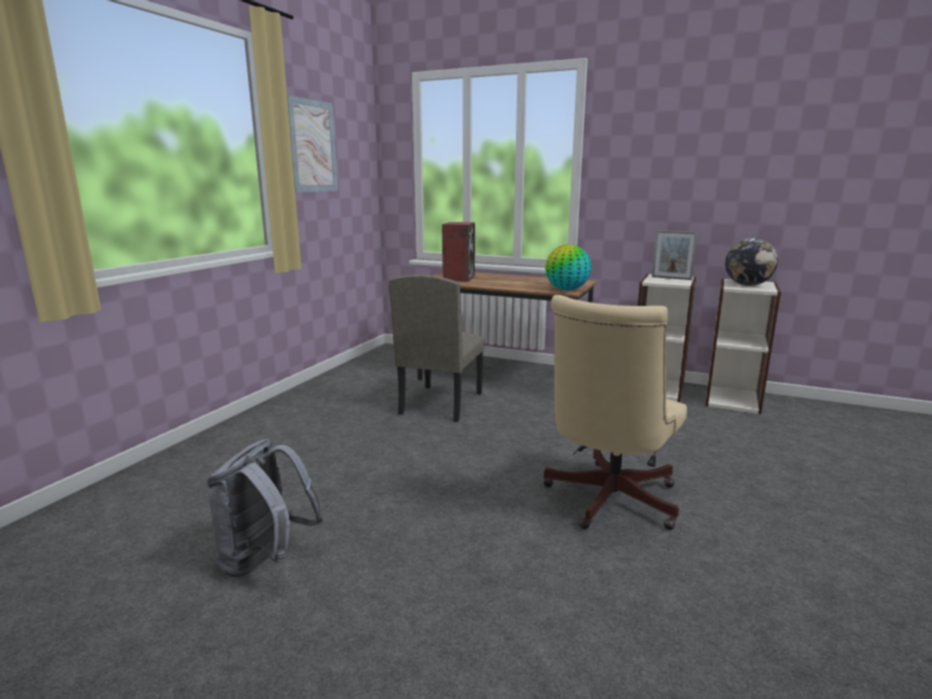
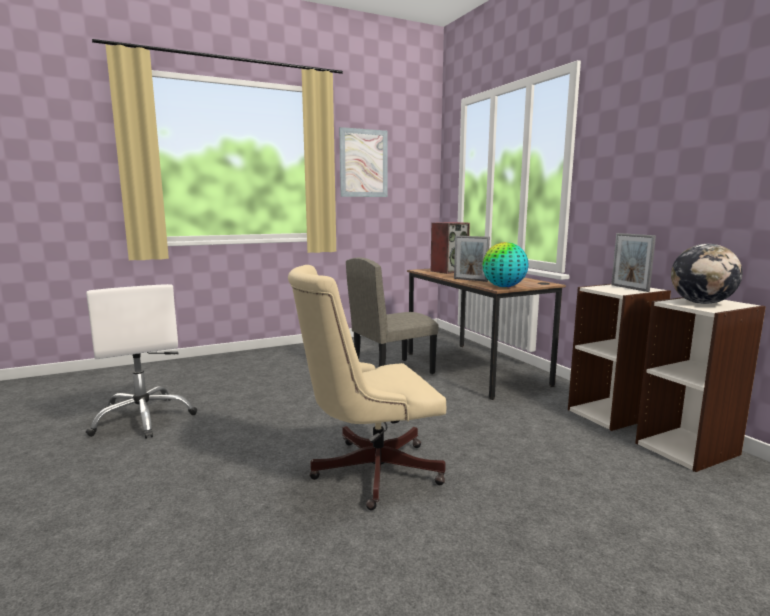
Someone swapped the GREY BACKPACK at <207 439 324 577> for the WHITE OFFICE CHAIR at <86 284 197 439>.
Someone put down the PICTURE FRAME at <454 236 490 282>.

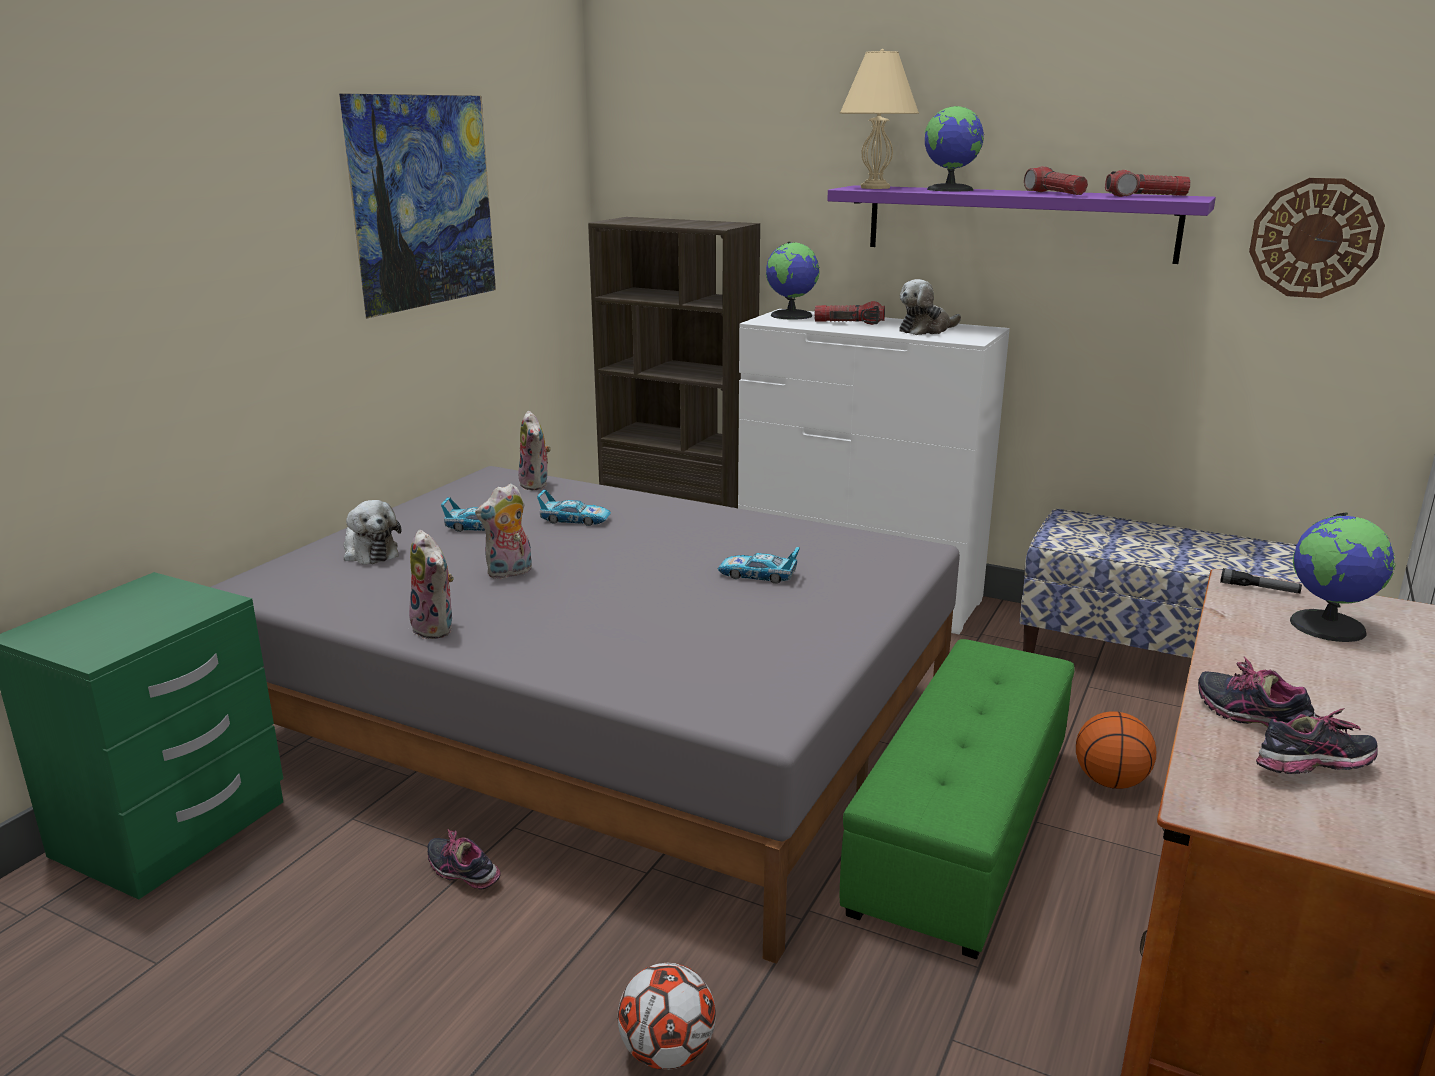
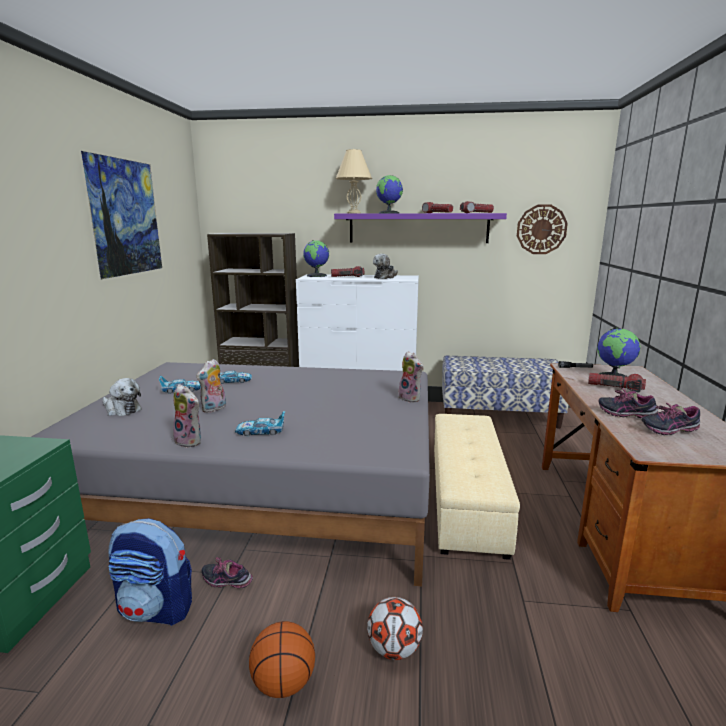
Someone put down the BACKPACK at <108 518 192 626>.
Someone carried the TOY CAR from <717 547 800 584> to <235 411 285 436>.
Someone carried the BASKETBALL from <1076 711 1156 789> to <249 621 315 698>.
Someone carried the PLUSH TOY from <518 411 551 490> to <398 351 424 403>.
Someone repainted the GREEN OTTOMAN at <840 639 1075 960>, which became the BEIGE OTTOMAN at <434 414 520 560>.
Someone put down the FLASHLIGHT at <588 373 646 393>.
Someone rotated the SHOE at <1256 708 1378 774> by 150 degrees counterclockwise.

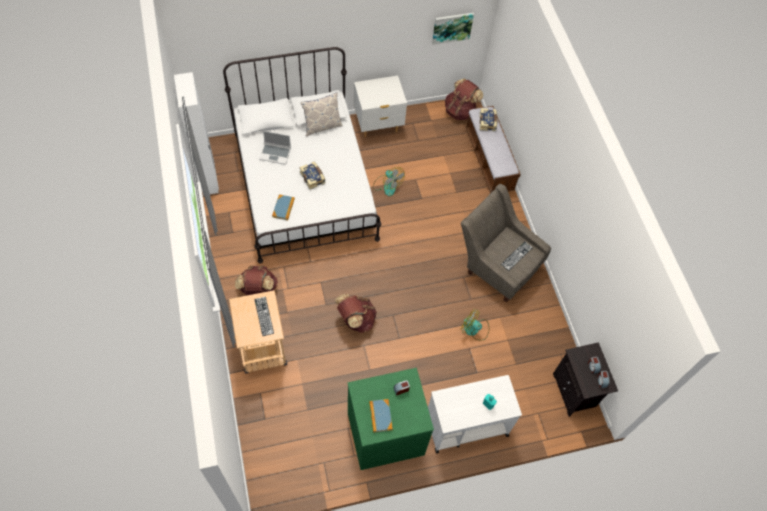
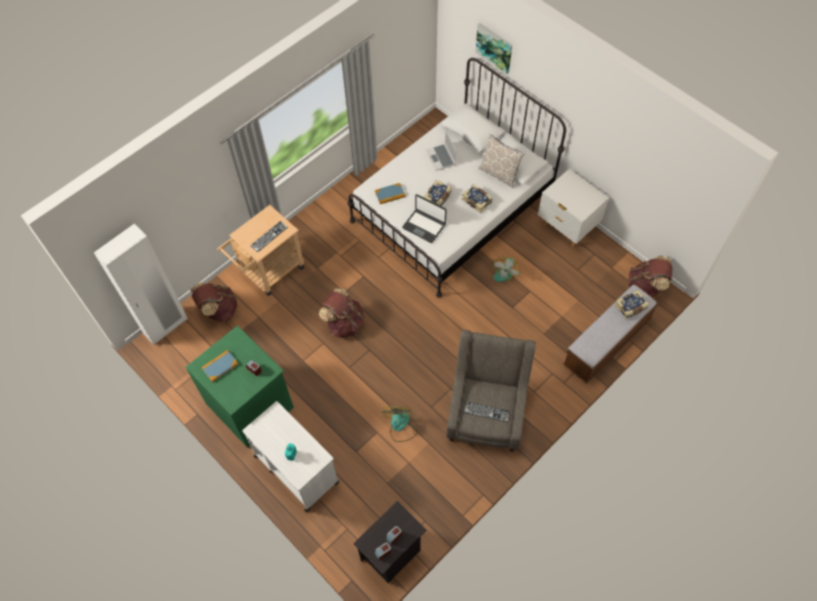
Someone carried the WHITE WARDROBE from <174 72 219 196> to <94 224 188 345>.
Someone carried the BROWN BACKPACK from <235 266 278 295> to <190 282 237 322>.
Someone put down the LAPTOP at <402 194 447 243>.
Someone put down the BOOK at <462 184 493 213>.
Someone carried the PICTURE from <432 13 474 45> to <476 23 512 74>.

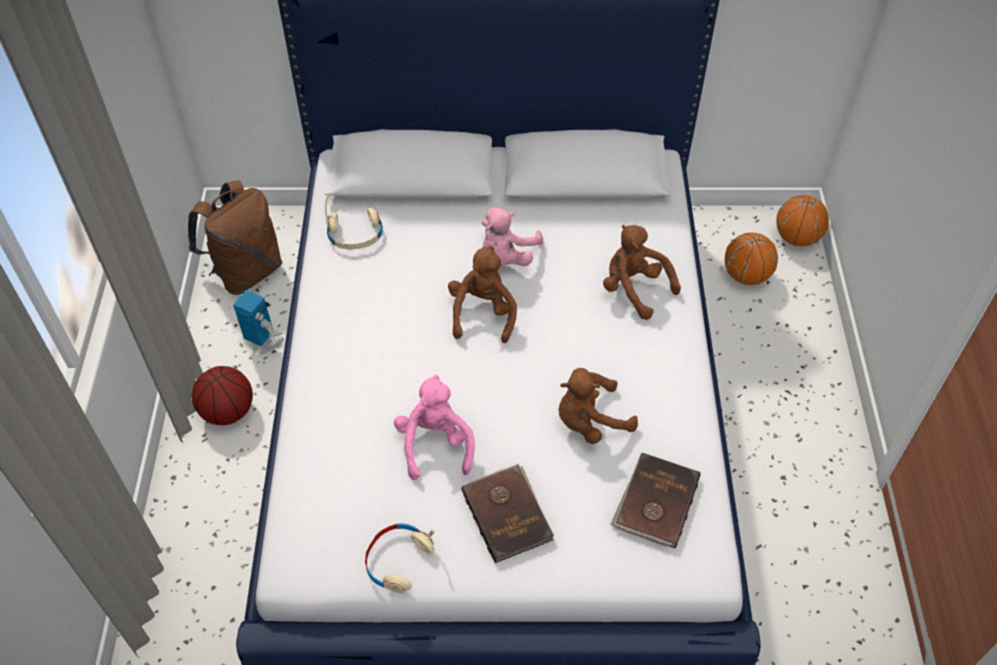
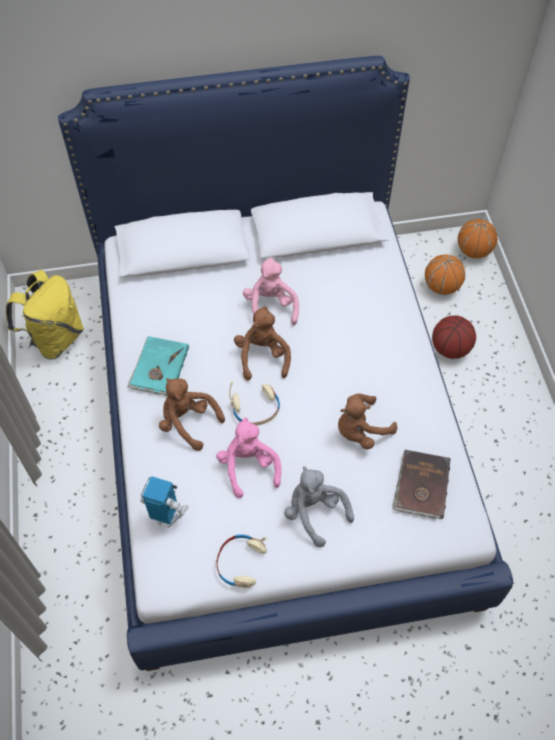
Someone repainted the BROWN BACKPACK at <188 180 282 295>, which became the YELLOW BACKPACK at <6 270 84 360>.
Someone put down the TURQUOISE BOOK at <127 336 189 396>.
Someone carried the TOY ROBOT from <233 290 284 354> to <140 476 189 528>.
Someone carried the BROWN PLUSH TOY from <603 225 681 320> to <159 378 225 451>.
Someone carried the BEIGE HEADPHONES from <325 193 383 249> to <229 381 280 426>.
Someone rotated the PINK PLUSH TOY at <482 207 544 266> by 150 degrees clockwise.
Someone swapped the BROWN BOOK at <461 463 554 563> for the GREY PLUSH TOY at <284 466 354 547>.
Someone carried the BASKETBALL from <192 366 253 425> to <432 315 476 359>.

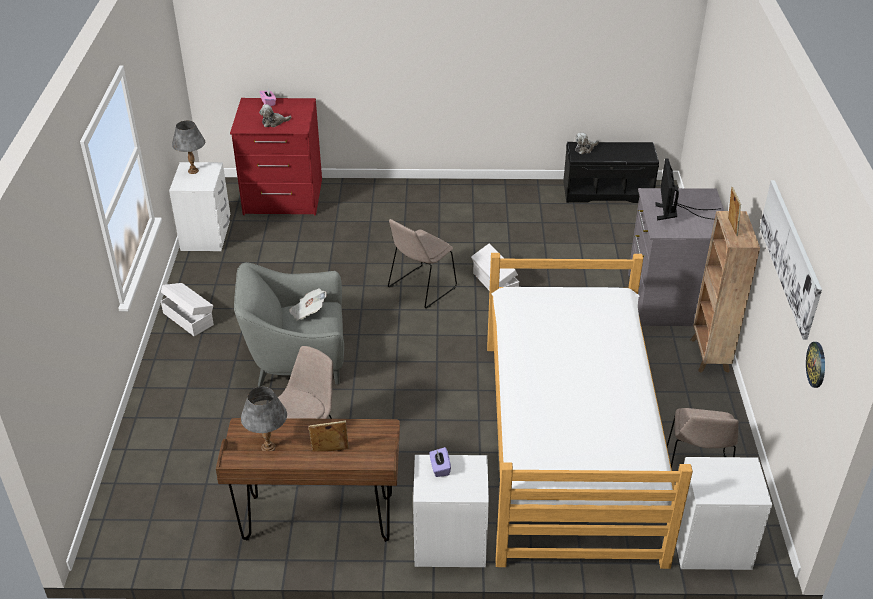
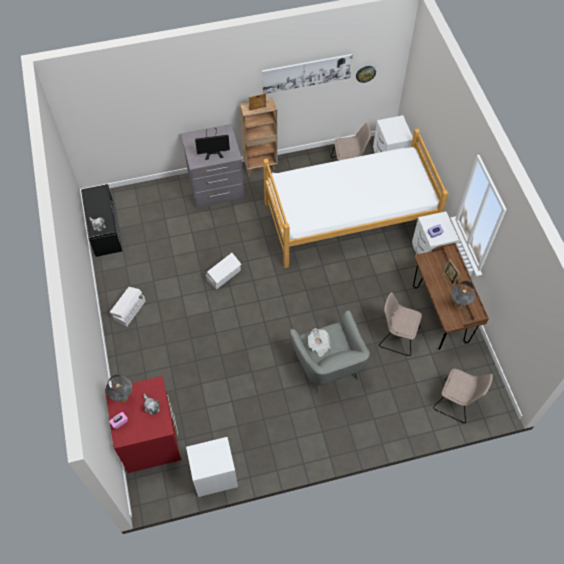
Someone carried the GREY TABLE LAMP from <172 121 205 174> to <106 375 133 403>.
Someone carried the WHITE STORAGE BOX from <161 283 214 336> to <110 287 145 327>.
Someone carried the BEIGE CHAIR from <388 219 457 308> to <433 369 493 423>.

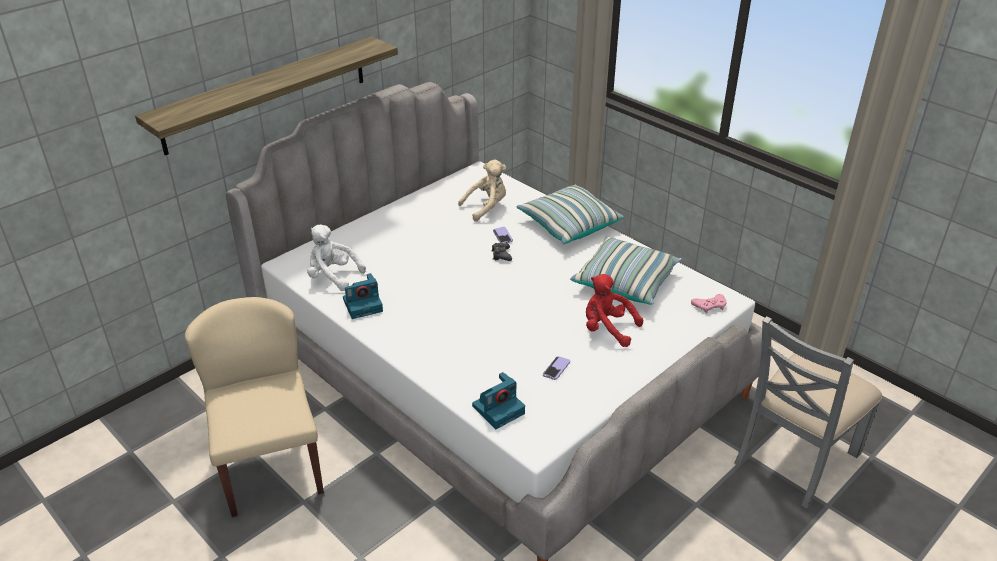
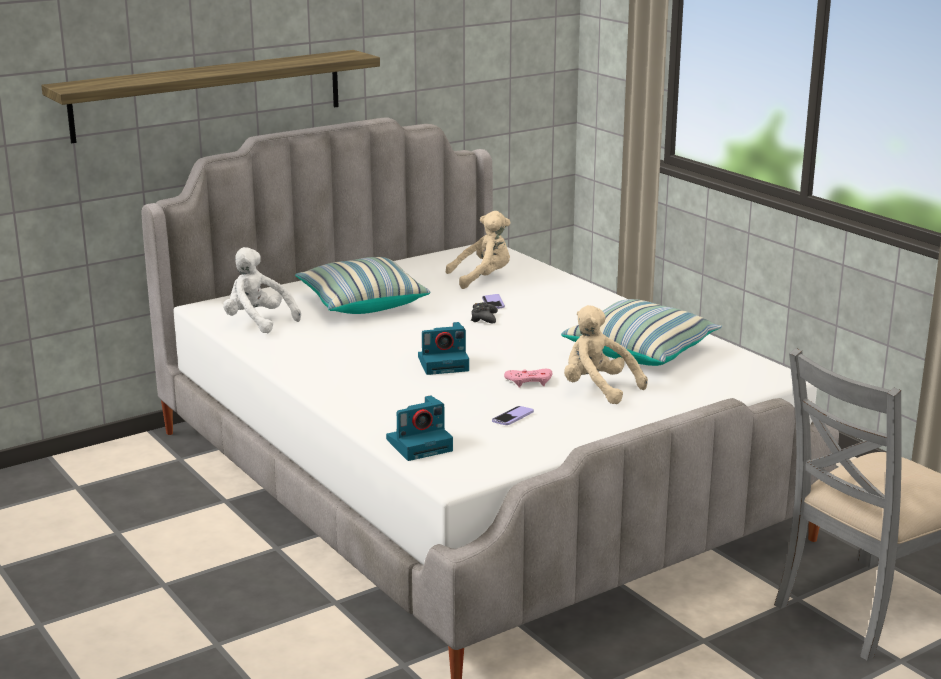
Someone carried the PILLOW from <516 184 624 244> to <295 257 431 314>.
Someone carried the PHOTO CAMERA from <343 273 383 319> to <418 322 469 375>.
Someone carried the PINK GAME CONTROLLER from <691 294 726 313> to <504 369 552 388>.
Someone repainted the RED PLUSH TOY at <586 274 643 347>, which became the BEIGE PLUSH TOY at <564 305 648 404>.
Someone took away the BEIGE CHAIR at <185 297 324 517>.

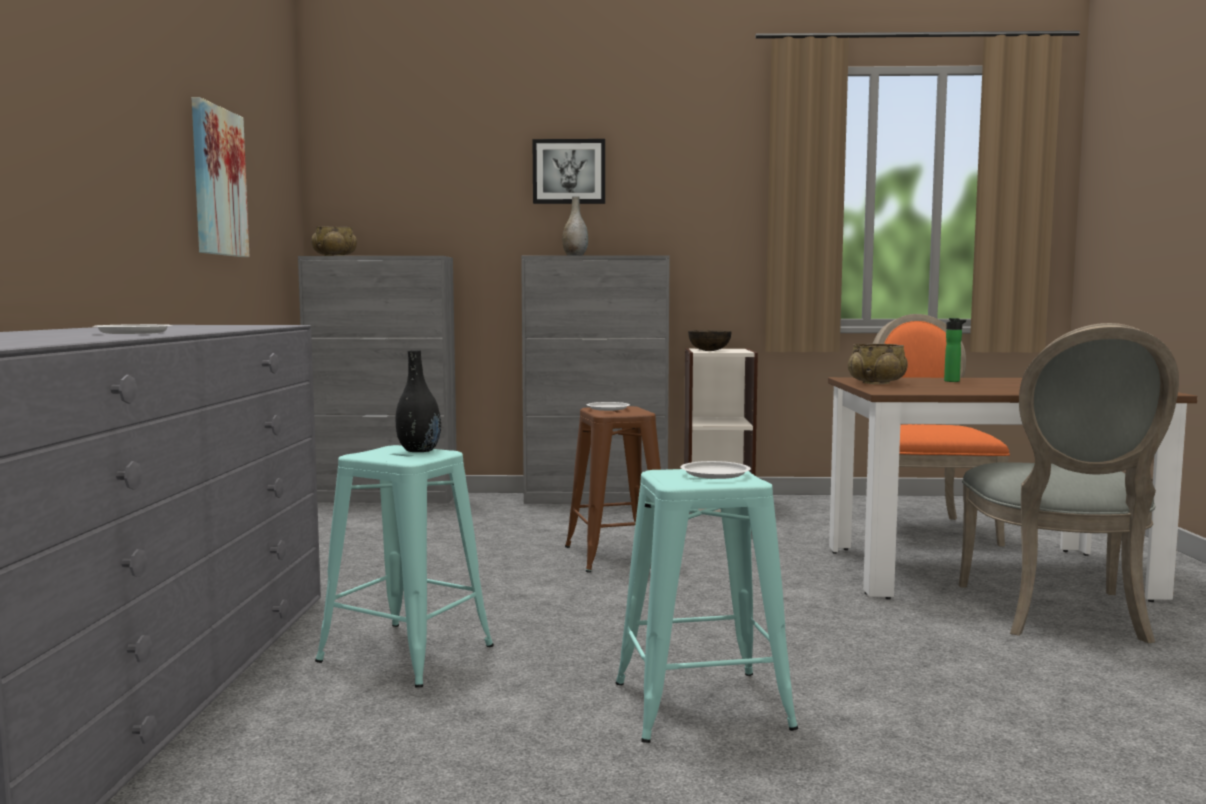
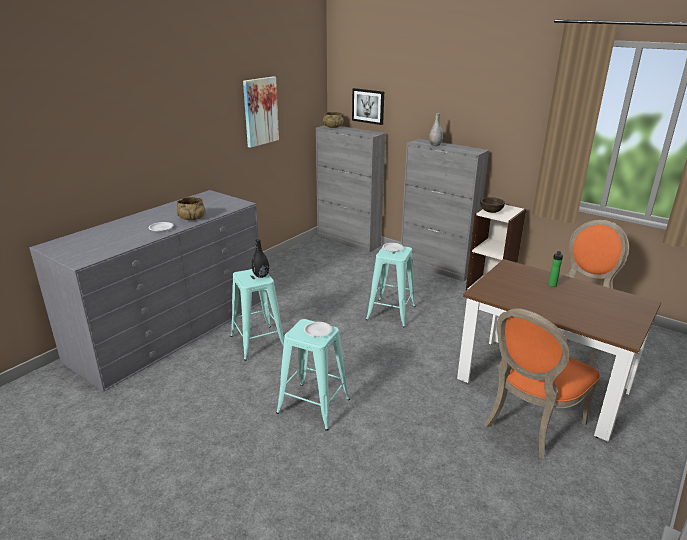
Someone carried the BEIGE BOWL from <848 344 908 384> to <177 197 206 221>.
Someone carried the PICTURE from <533 139 605 204> to <352 88 384 125>.
Someone repainted the BROWN STOOL at <565 406 661 573>, which became the TURQUOISE STOOL at <366 246 416 328>.
Someone repainted the GREY CHAIR at <959 323 1179 643>, which became the ORANGE CHAIR at <484 308 600 459>.

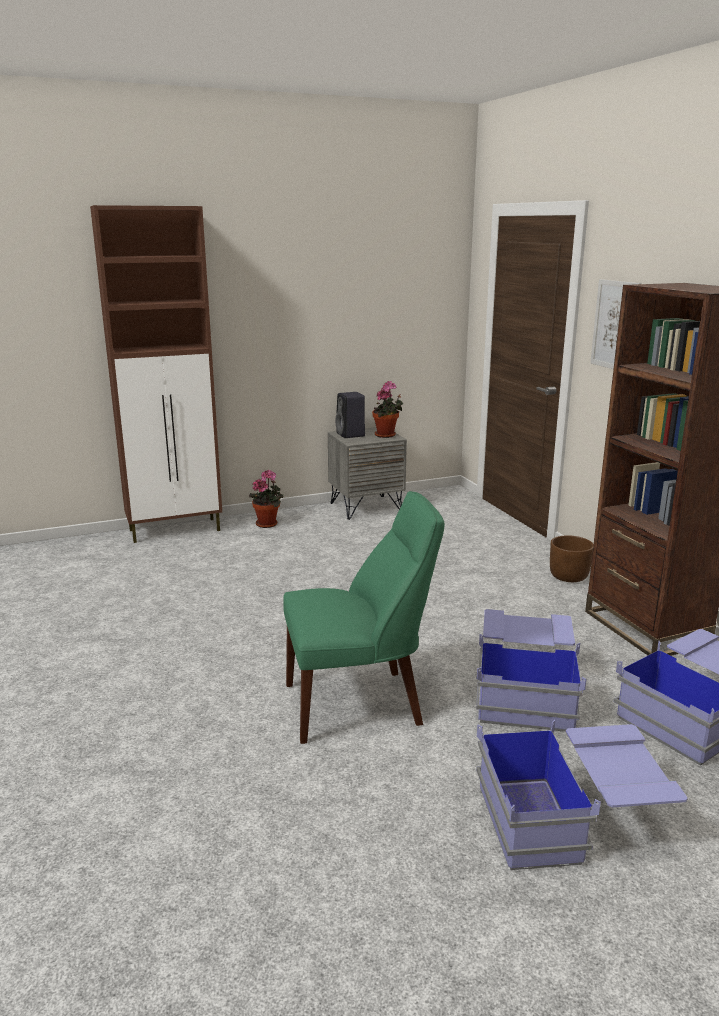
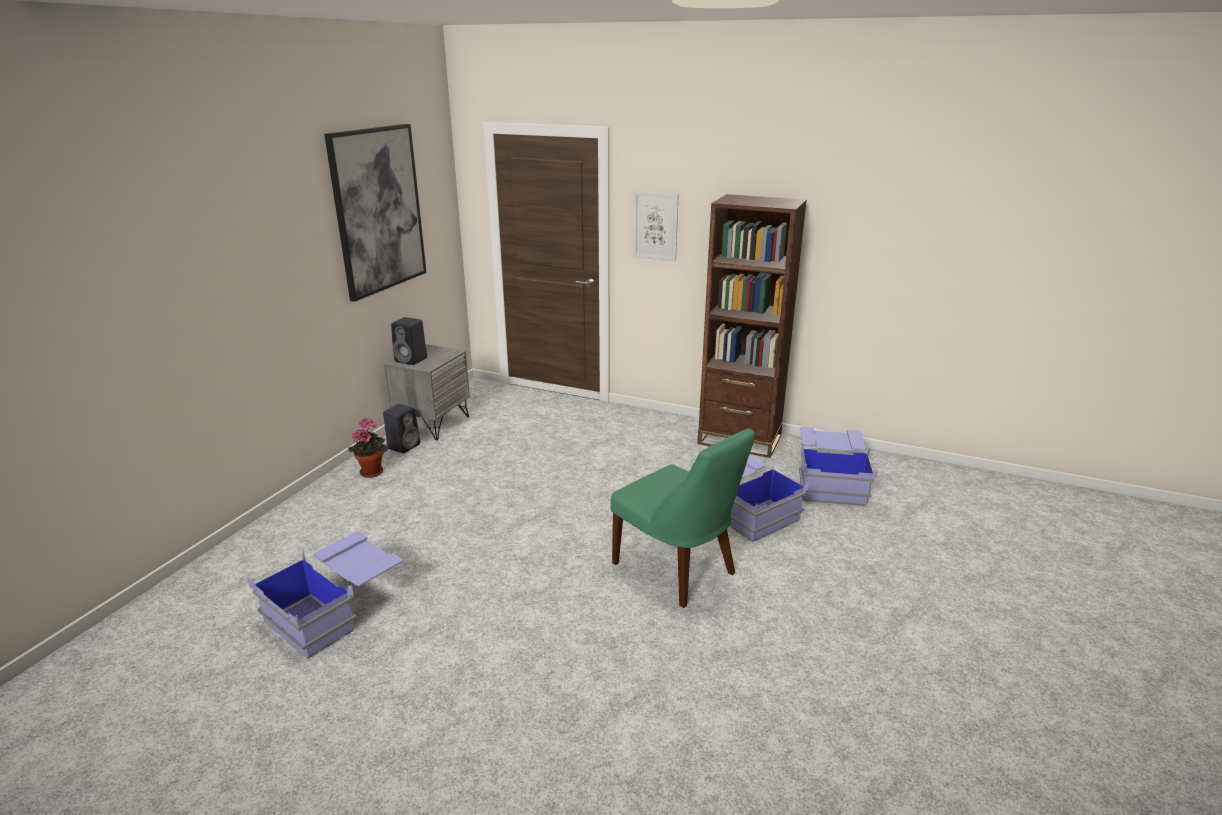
Someone carried the BLUE STORAGE BOX from <476 720 688 870> to <248 532 403 659>.
Someone put up the PICTURE at <324 124 427 302>.
Someone put down the BLACK SPEAKER at <383 404 420 453>.
Someone rotated the GREEN CHAIR at <283 491 444 744> by 105 degrees clockwise.
Someone took away the BROWN CABINET at <90 205 222 543>.
Someone took away the POTTED PLANT at <372 381 403 438>.
Someone took away the BROWN PLANTER at <550 535 594 582>.

